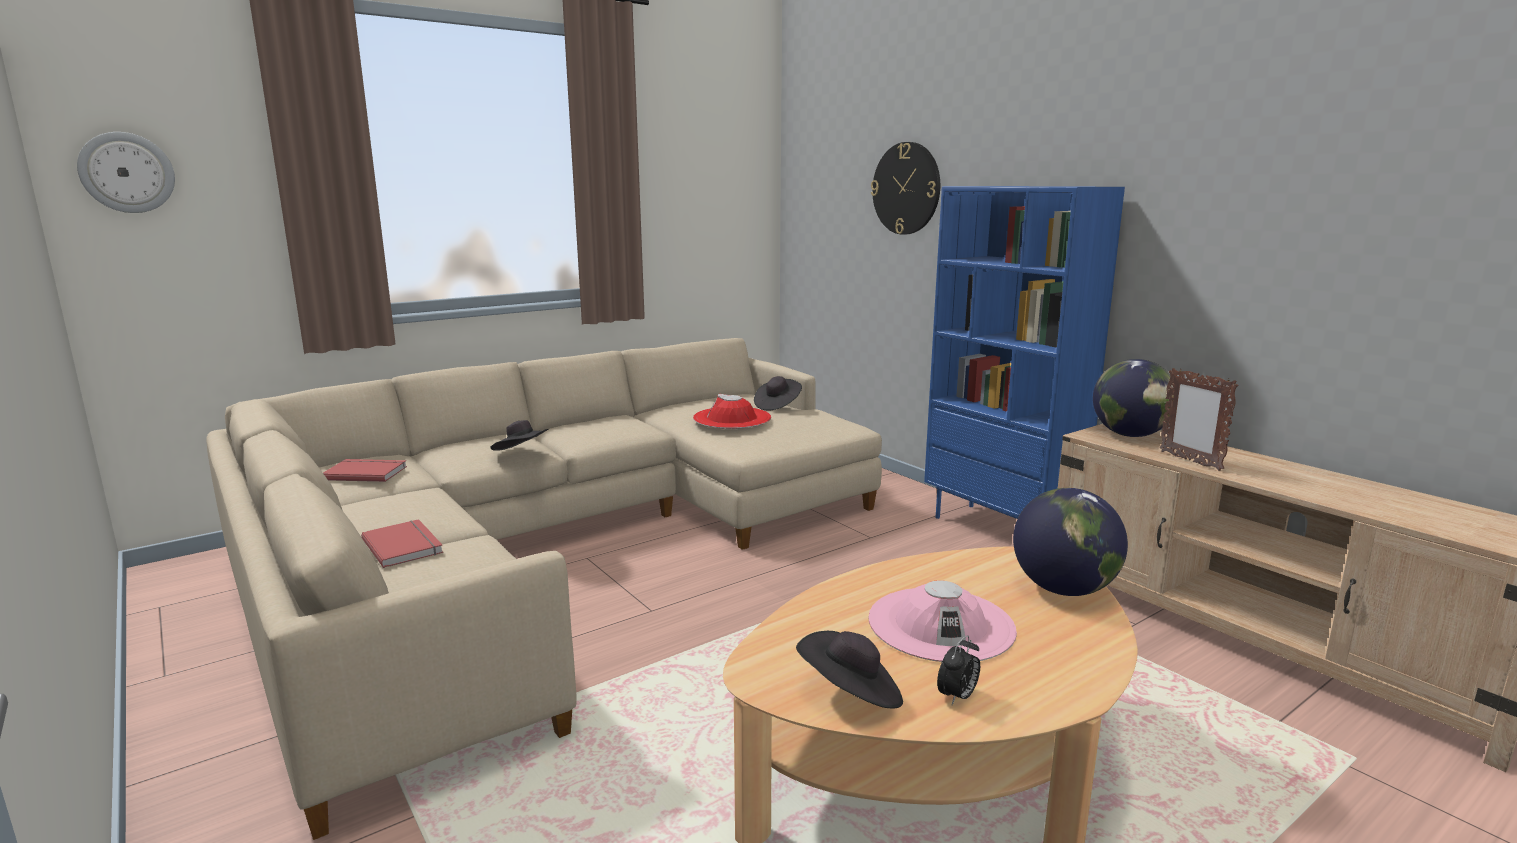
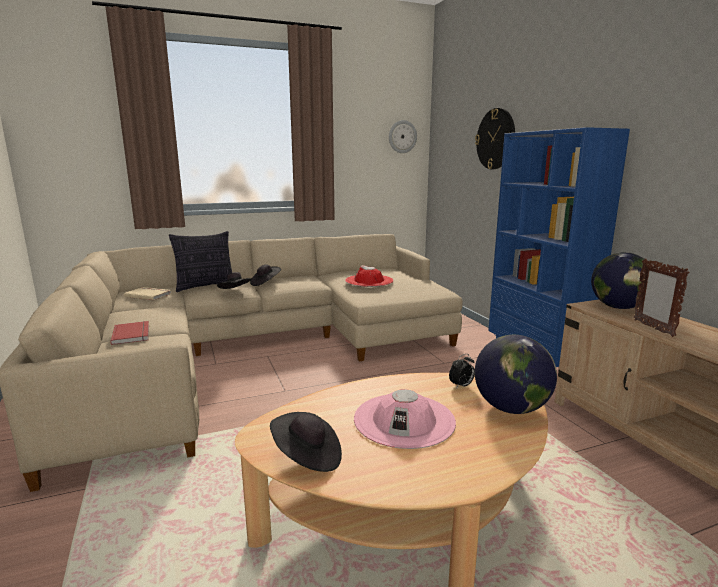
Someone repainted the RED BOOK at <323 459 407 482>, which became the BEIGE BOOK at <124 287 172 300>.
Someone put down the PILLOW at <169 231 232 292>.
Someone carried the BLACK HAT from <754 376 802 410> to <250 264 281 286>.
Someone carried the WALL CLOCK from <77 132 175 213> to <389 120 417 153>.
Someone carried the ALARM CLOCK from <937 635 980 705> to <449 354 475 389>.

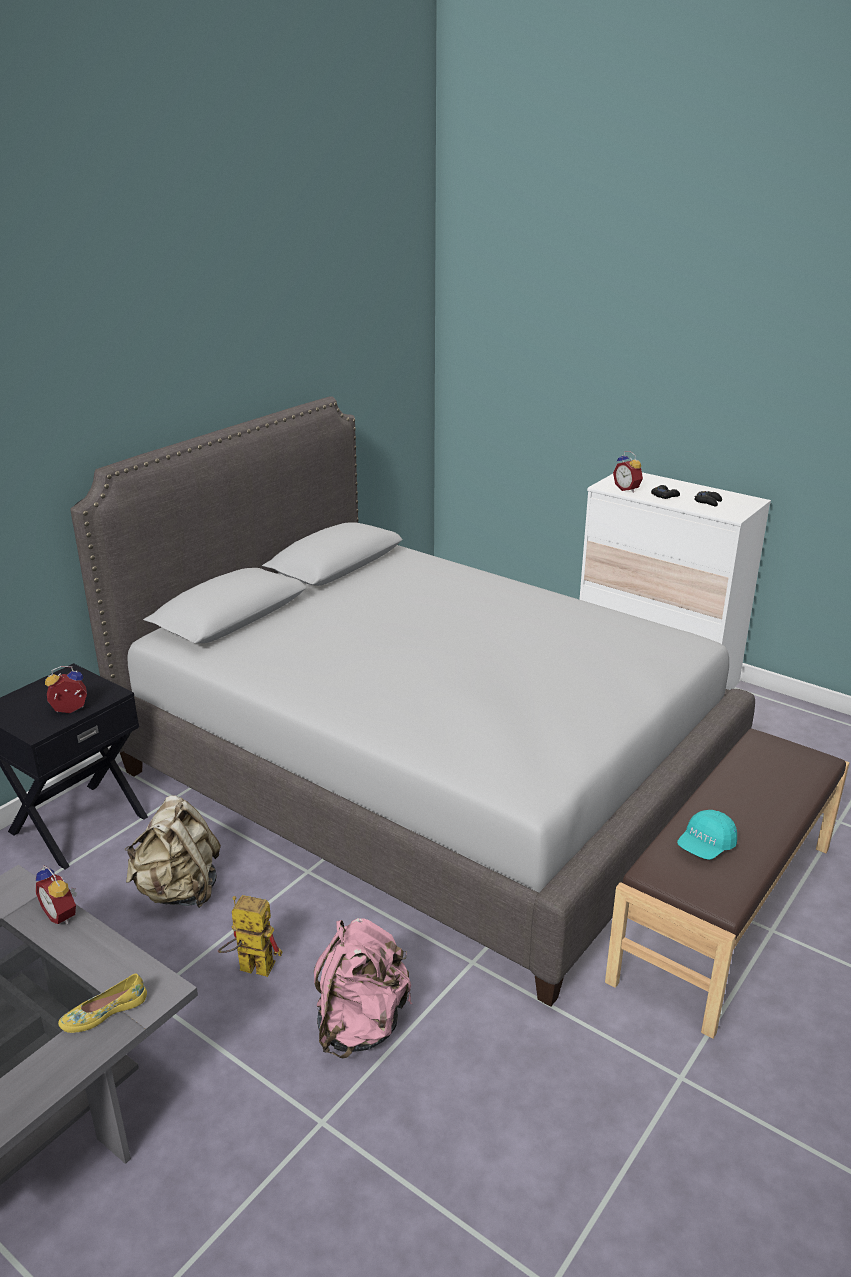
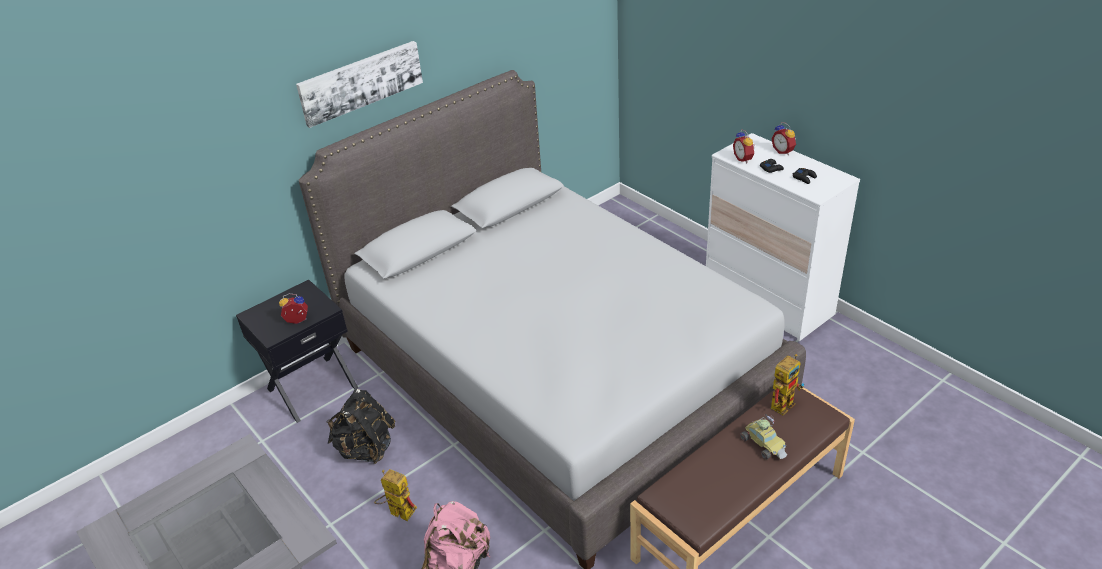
Someone put up the PICTURE at <296 41 423 128>.
Someone repainted the BEIGE BACKPACK at <125 796 221 908>, which became the BLACK BACKPACK at <326 389 395 464>.
Someone put down the TOY CAR at <740 414 788 460>.
Someone carried the ALARM CLOCK from <36 865 77 924> to <771 122 796 155>.
Someone put down the TOY ROBOT at <771 354 804 415>.
Someone took away the YELLOW SHOE at <58 974 147 1033>.
Someone took away the TURQUOISE CAP at <677 810 737 860>.

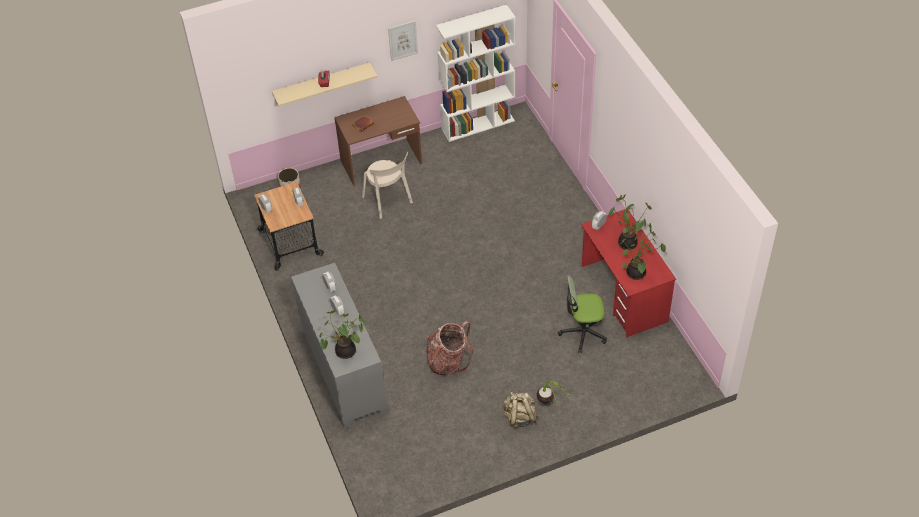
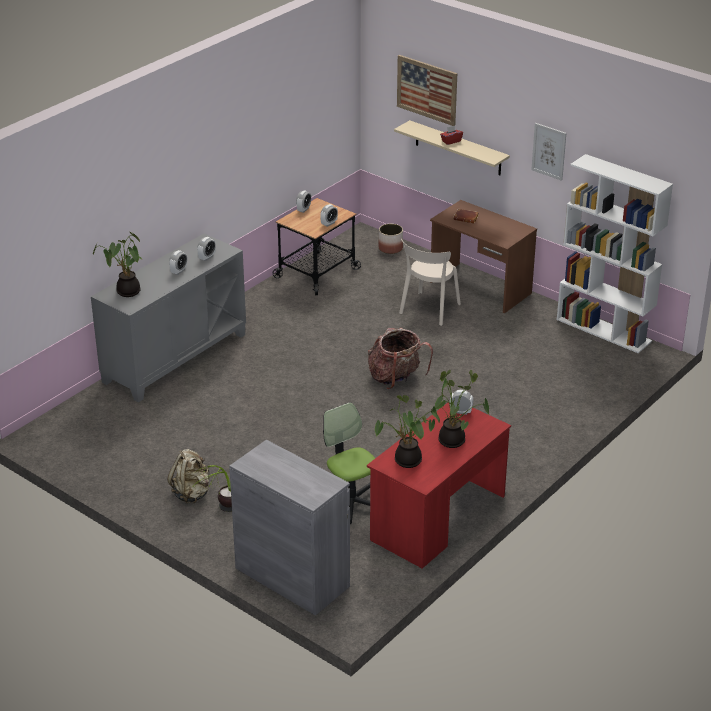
Someone put down the GREY CABINET at <229 440 350 616>.
Someone carried the BACKPACK from <427 321 473 375> to <368 328 433 389>.
Someone put up the PICTURE at <397 55 457 126>.

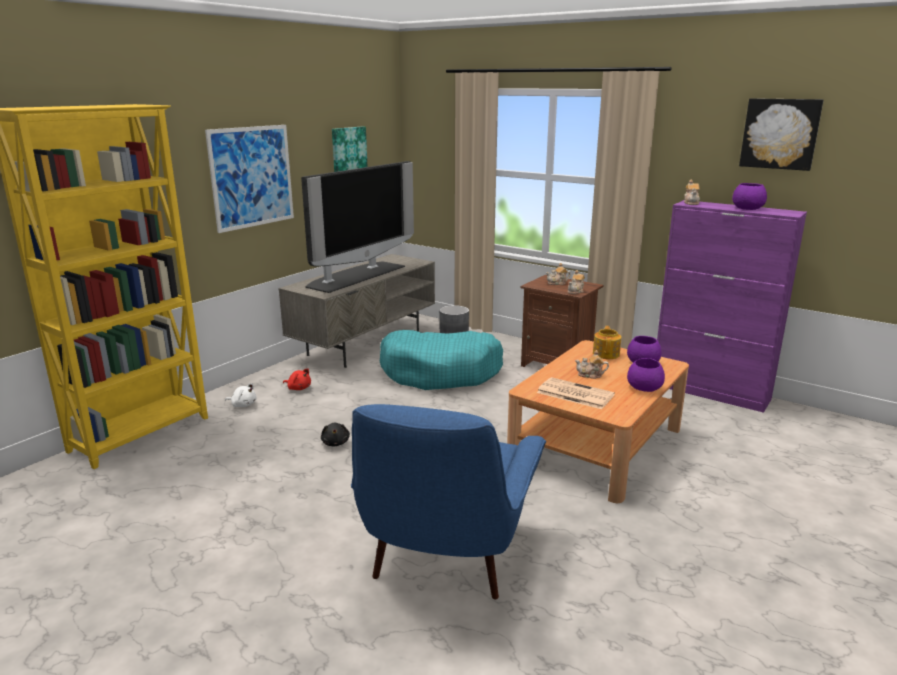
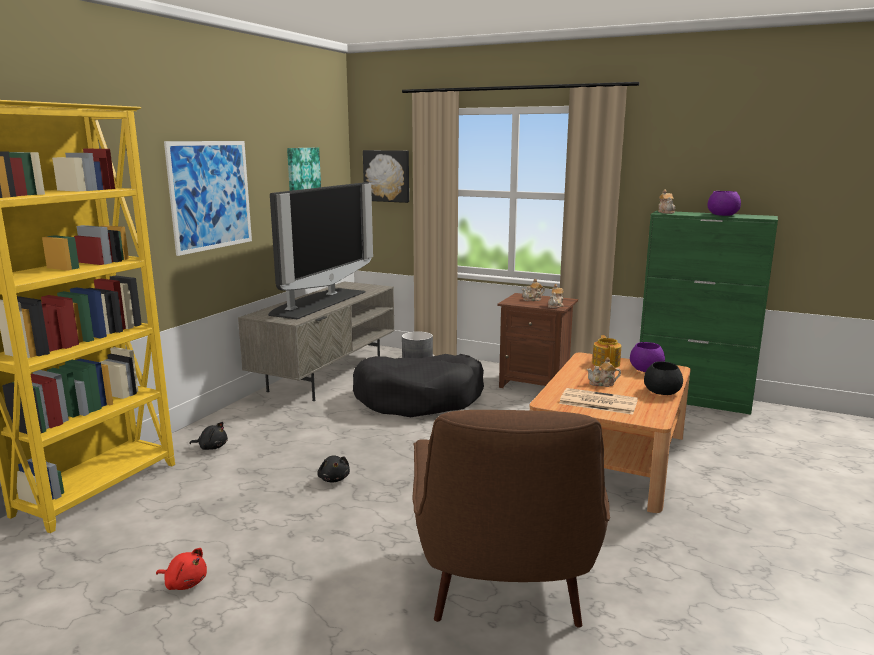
Someone carried the RED PLUSH TOY from <283 368 311 390> to <156 548 207 590>.
Someone repainted the WHITE PLUSH TOY at <225 383 256 407>, which became the BLACK PLUSH TOY at <189 422 228 450>.
Someone repainted the TURQUOISE DOG BED at <380 330 503 390>, which became the BLACK DOG BED at <353 354 484 417>.
Someone carried the PICTURE from <739 98 824 171> to <363 150 409 203>.
Someone repainted the BLUE ARMCHAIR at <351 404 546 599>, which became the BROWN ARMCHAIR at <412 410 610 628>.
Someone repainted the PURPLE CABINET at <657 200 807 413>, which became the GREEN CABINET at <640 211 778 415>.
Someone repainted the PURPLE BOWL at <627 358 665 392>, which became the BLACK BOWL at <644 361 683 395>.

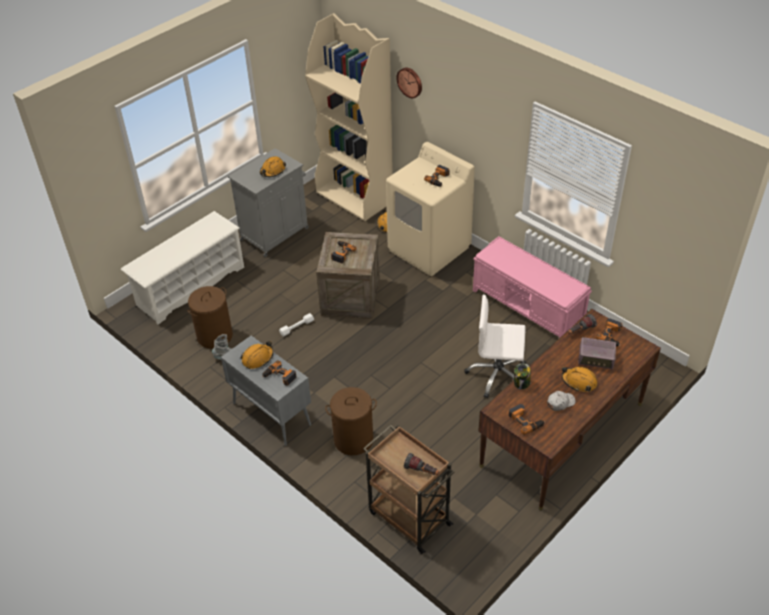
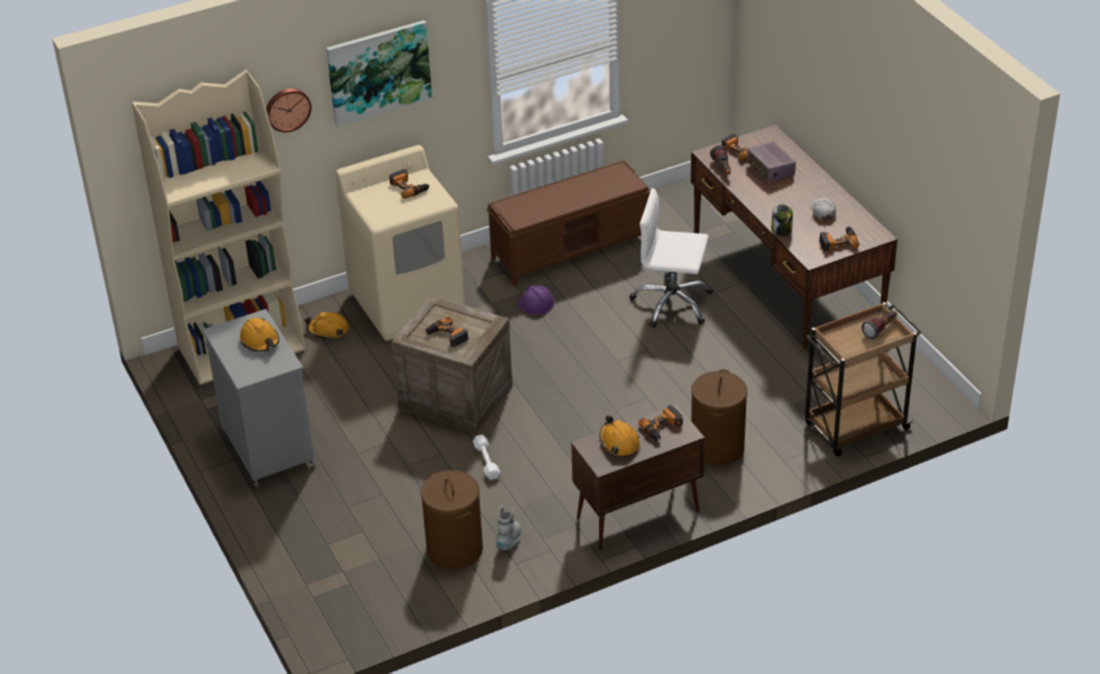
Someone put up the PICTURE at <326 20 432 127>.
Someone repainted the PINK BENCH at <473 236 592 338>, which became the BROWN BENCH at <487 160 650 286>.
Someone put down the PURPLE HARD HAT at <518 285 554 314>.
Someone repainted the GREY CABINET at <221 336 311 446>, which became the BROWN CABINET at <571 404 705 550>.
Someone rotated the WHITE OFFICE CHAIR at <464 294 526 398> by 75 degrees clockwise.
Someone rotated the RADIO at <578 337 616 370> by 120 degrees clockwise.
Someone took away the WHITE SHOE RACK at <121 211 244 325>.
Someone took away the ORANGE HARD HAT at <562 367 598 392>.

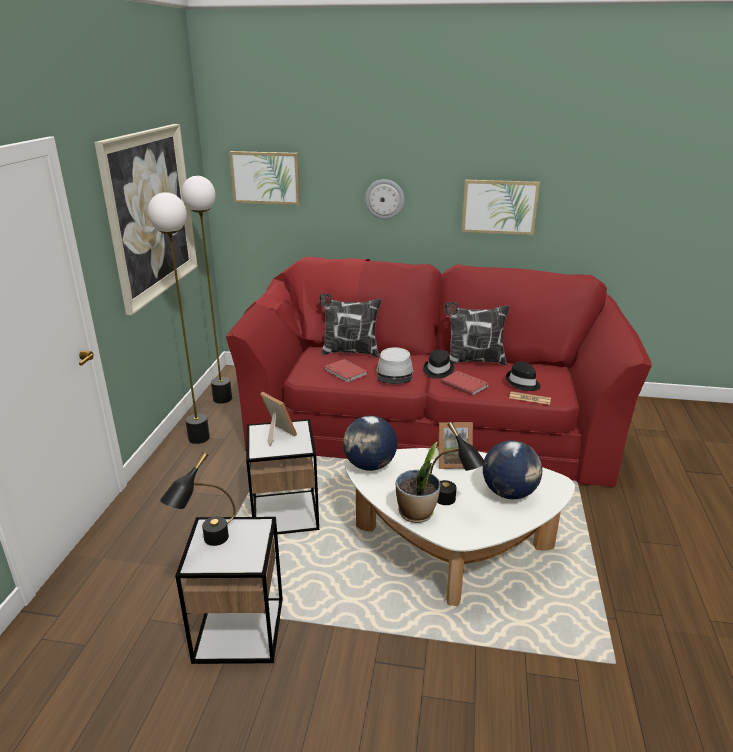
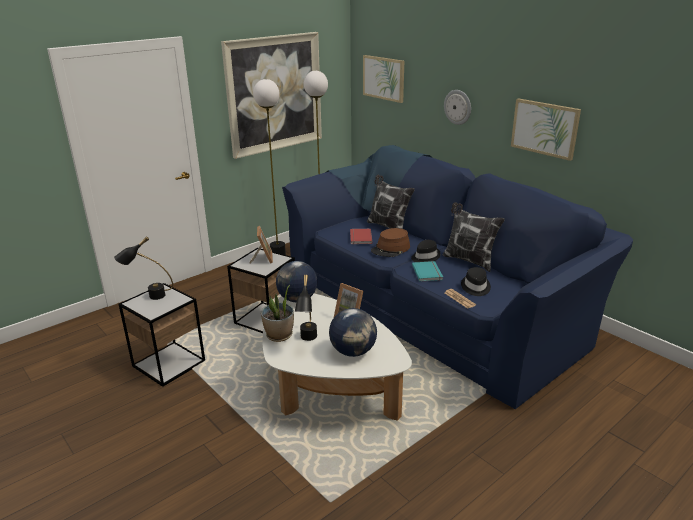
Someone repainted the RED SOFA at <226 257 652 487>, which became the BLUE SOFA at <282 145 633 409>.
Someone repainted the GREY HAT at <376 347 413 384>, which became the BROWN HAT at <371 228 410 257>.
Someone repainted the RED BOOK at <441 371 489 396>, which became the TURQUOISE BOOK at <412 261 443 282>.

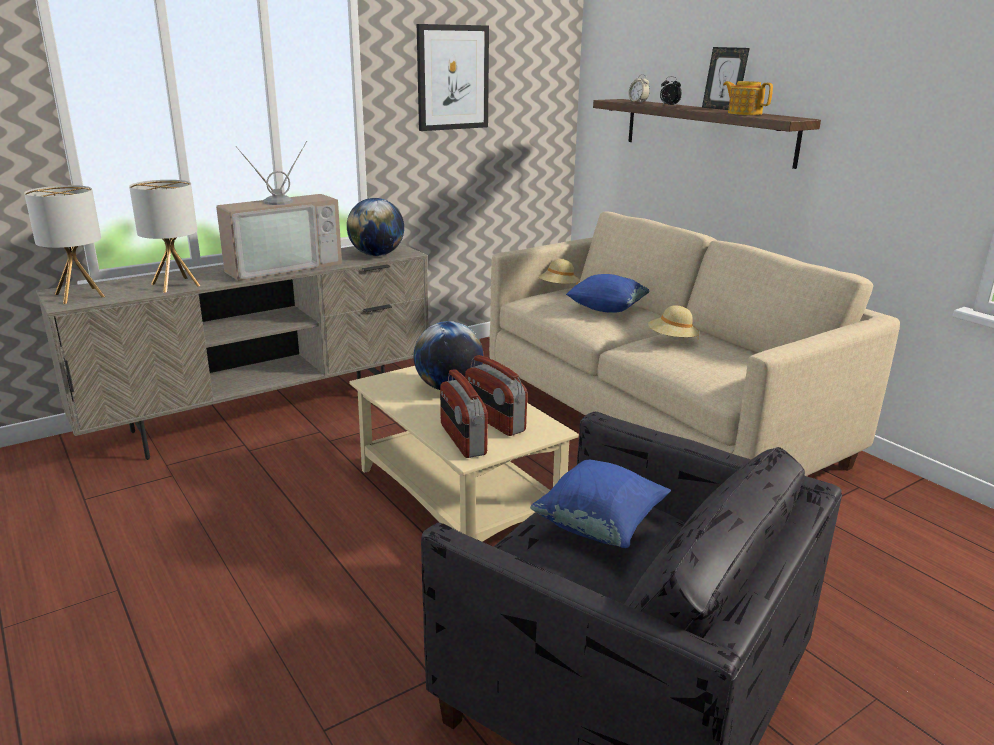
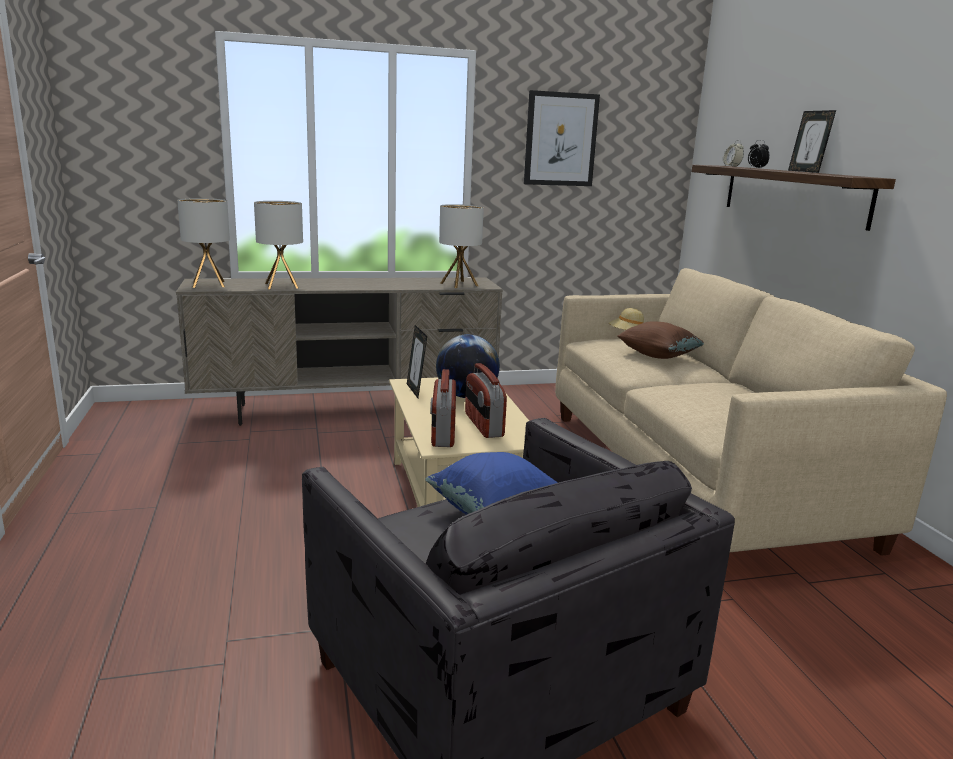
Someone put down the PICTURE FRAME at <407 325 427 398>.
Someone swapped the GLOBE at <347 198 404 256> for the TABLE LAMP at <439 204 484 288>.
Someone repainted the BLUE PILLOW at <566 274 650 313>, which became the BROWN PILLOW at <617 321 704 359>.
Someone took away the TELEVISION at <216 141 342 281>.
Someone took away the BEIGE HAT at <648 305 699 338>.
Someone took away the TEAPOT at <723 81 773 115>.

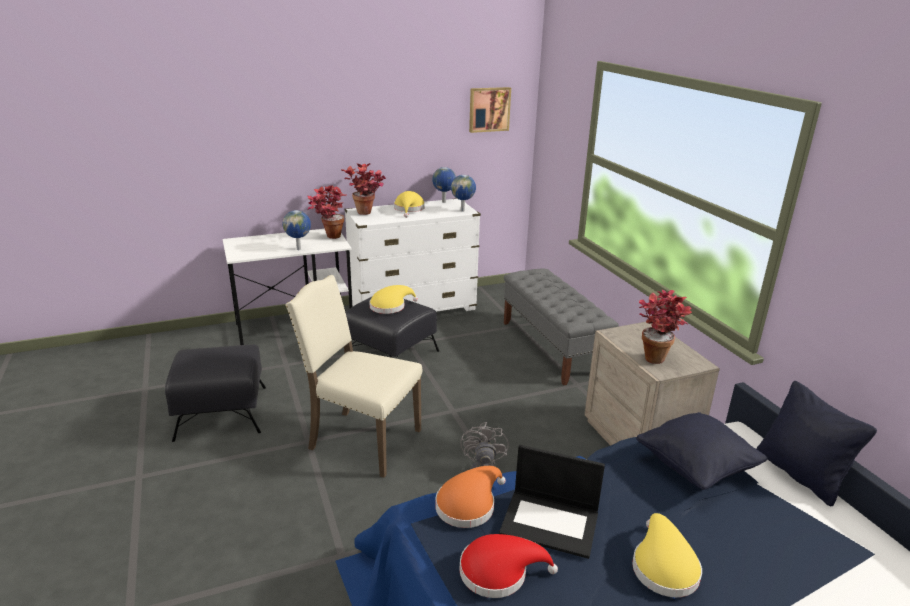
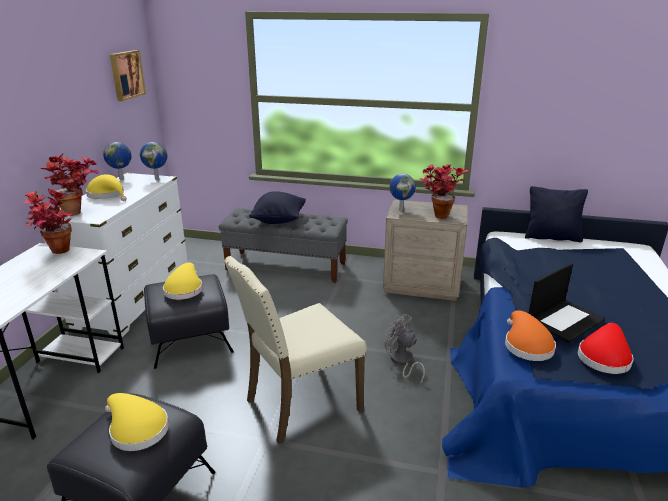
Someone carried the YELLOW HAT from <632 513 702 597> to <105 393 169 451>.
Someone carried the BLACK PILLOW from <636 412 768 490> to <249 191 306 224>.
Someone carried the GLOBE from <282 210 311 250> to <389 174 416 211>.

